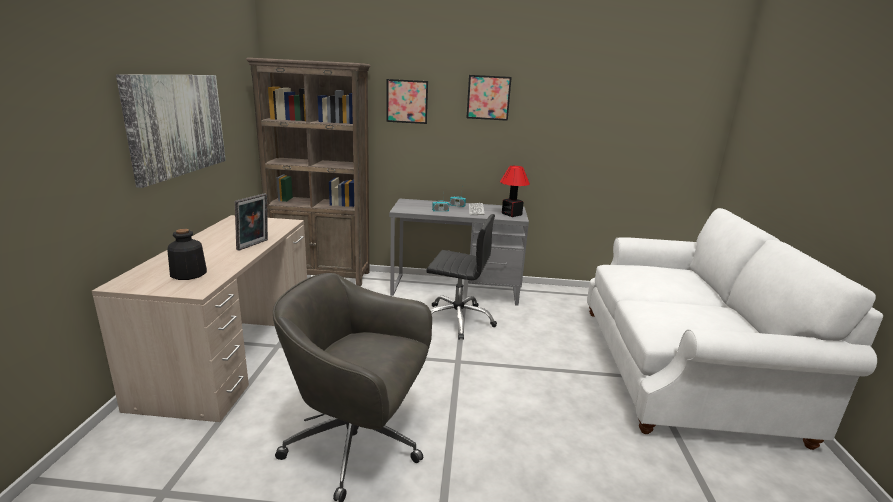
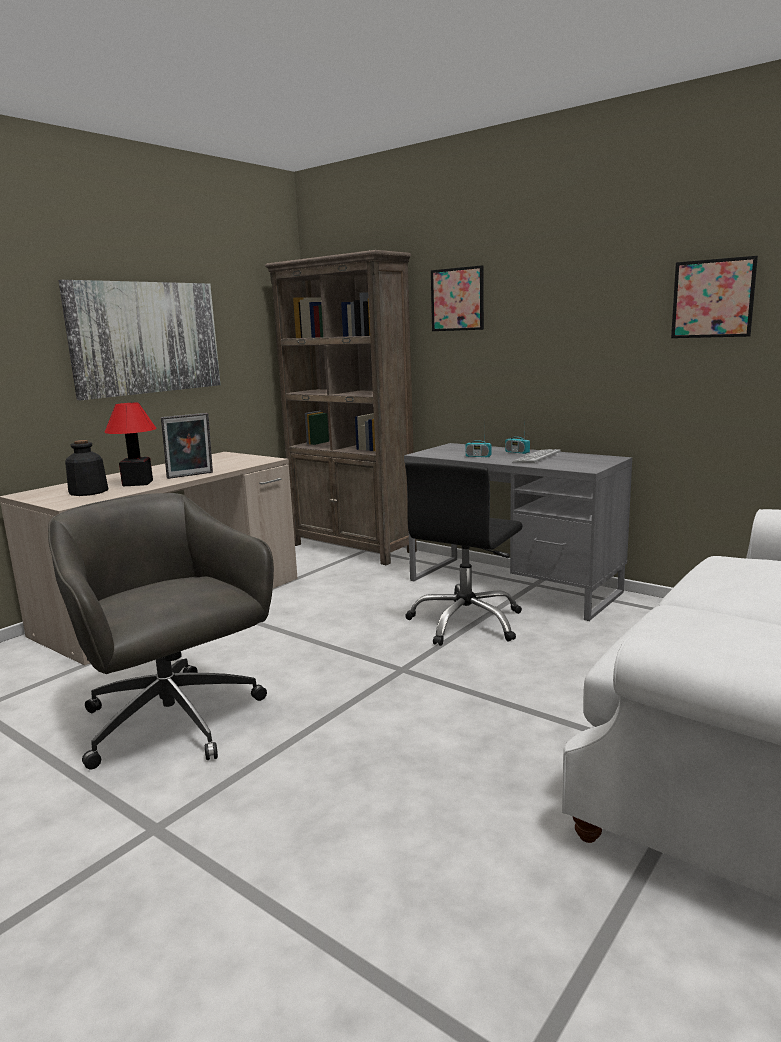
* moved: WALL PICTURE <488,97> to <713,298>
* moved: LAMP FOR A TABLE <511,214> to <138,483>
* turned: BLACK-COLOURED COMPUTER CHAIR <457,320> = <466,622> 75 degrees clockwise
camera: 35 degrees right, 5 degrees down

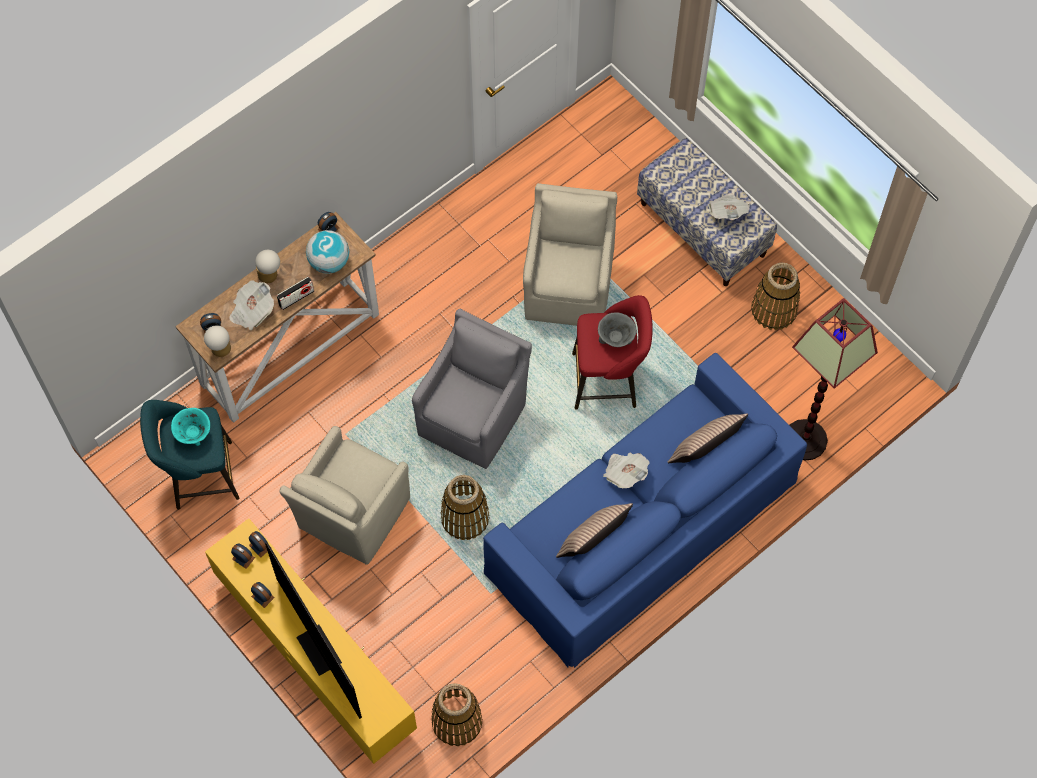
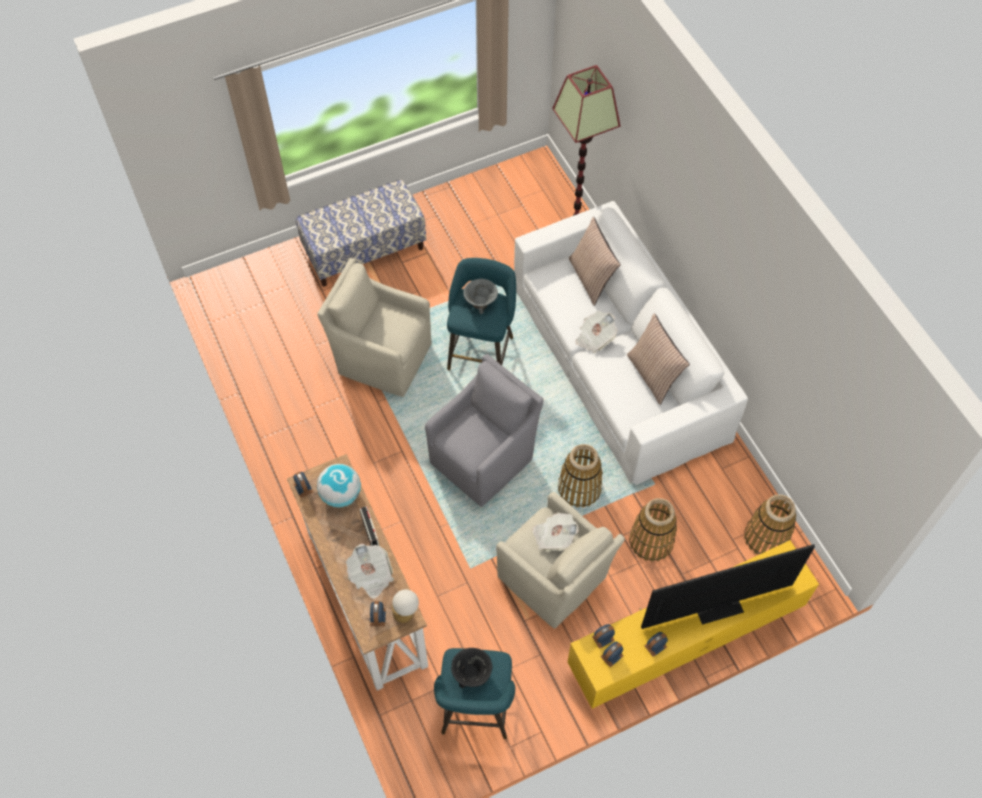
* removed: LAMP FOR A TABLE <270,276>
* moved: DAILY PAPER <727,212> to <553,536>
* moved: HOUSEHOLD BASKET <773,309> to <651,541>
* recoloured: TURQUOISE SERVING BOWL <193,434> to BLACK-COLOURED SERVING BOWL <471,674>
* recoloured: BLUISH SETTEE <641,525> to WHITE-COLOURED SETTEE <619,359>
* recoloured: REDDISH STOOL SEAT <609,380> to TURQUOISE STOOL SEAT <481,350>
* turned: GREYISH ARMCHAIR <474,416> = <484,458> 90 degrees clockwise
camera: 75 degrees left, 5 degrees down

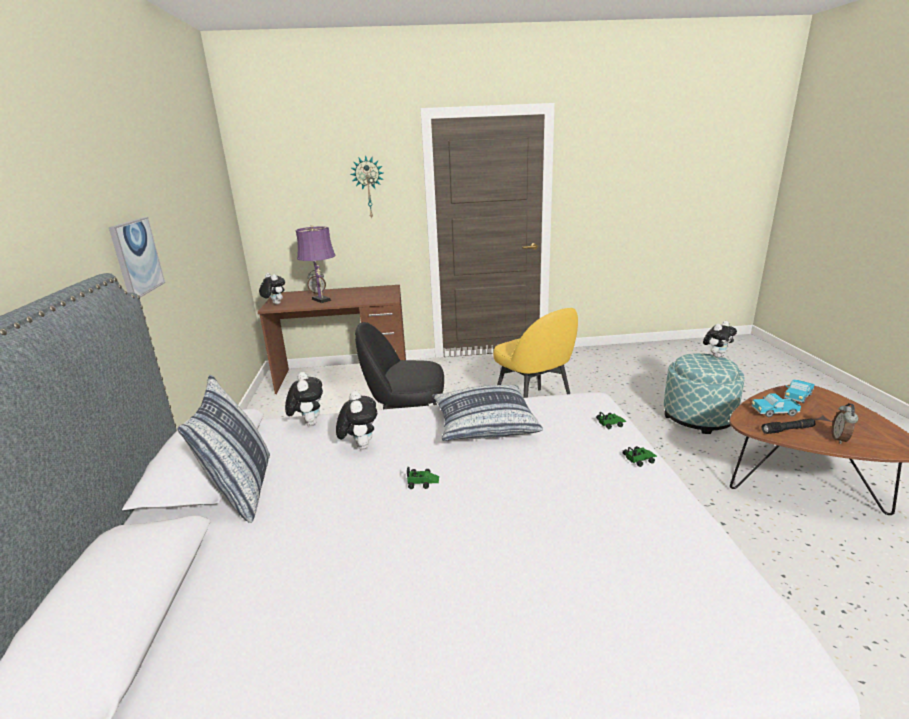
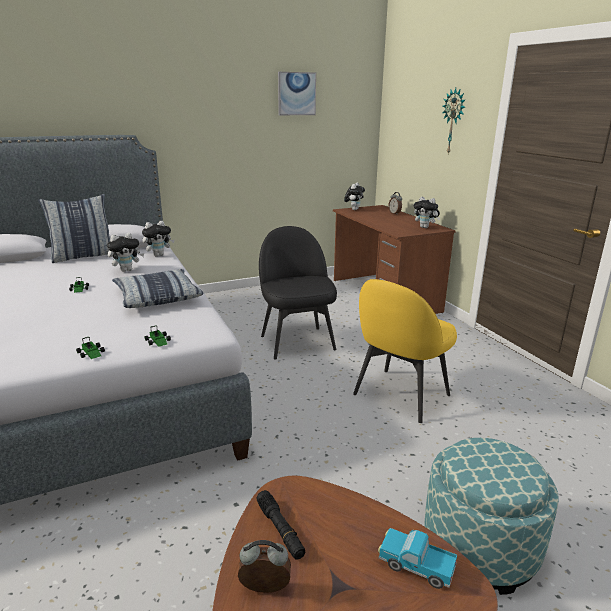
* removed: PURPLISH LAMP FOR A TABLE <322,300>
* removed: MODEL TRUCK <774,412>
* moved: WALL PICTURE <136,257> to <296,93>
* moved: PLUSH TOY <716,356> to <425,227>
camera: 70 degrees right, 0 degrees up

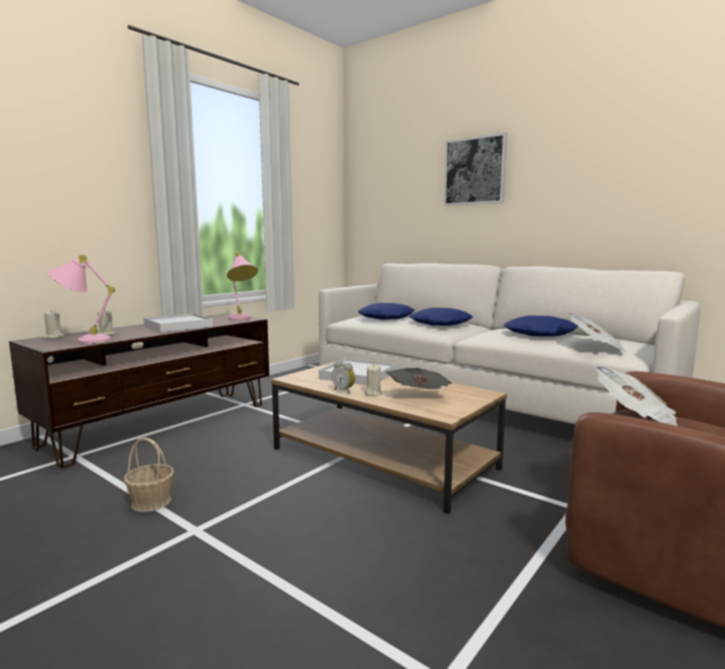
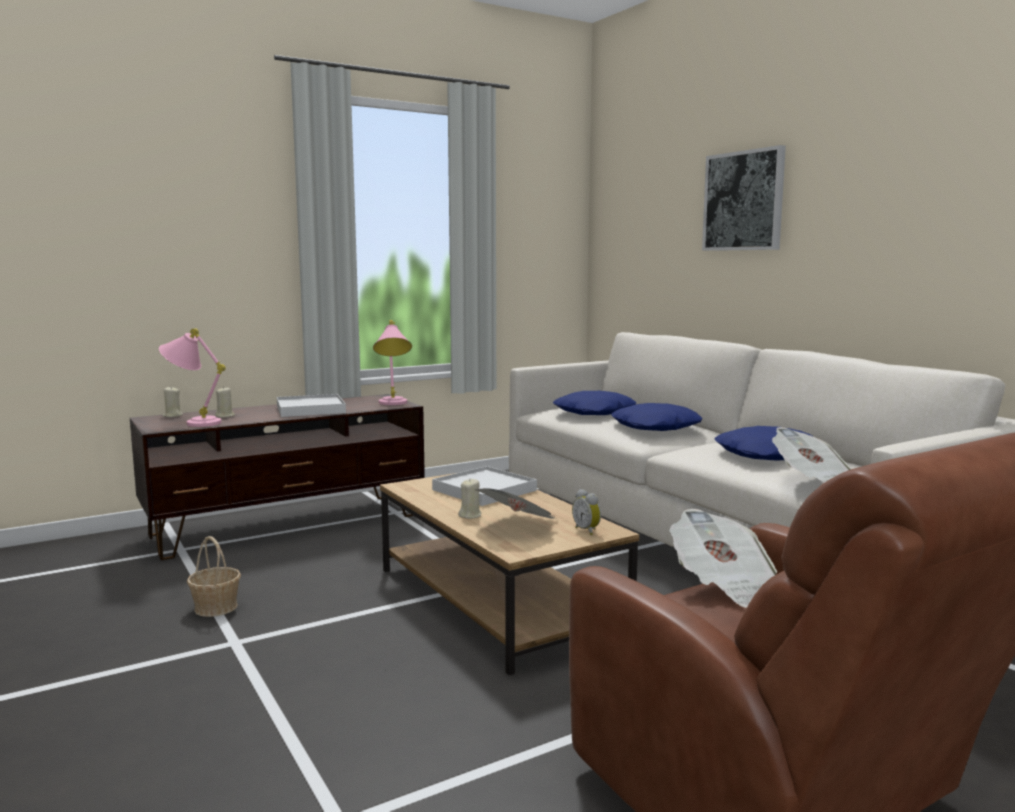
* moved: TABLE CLOCK <344,391> to <587,531>
camera: 20 degrees right, 0 degrees up

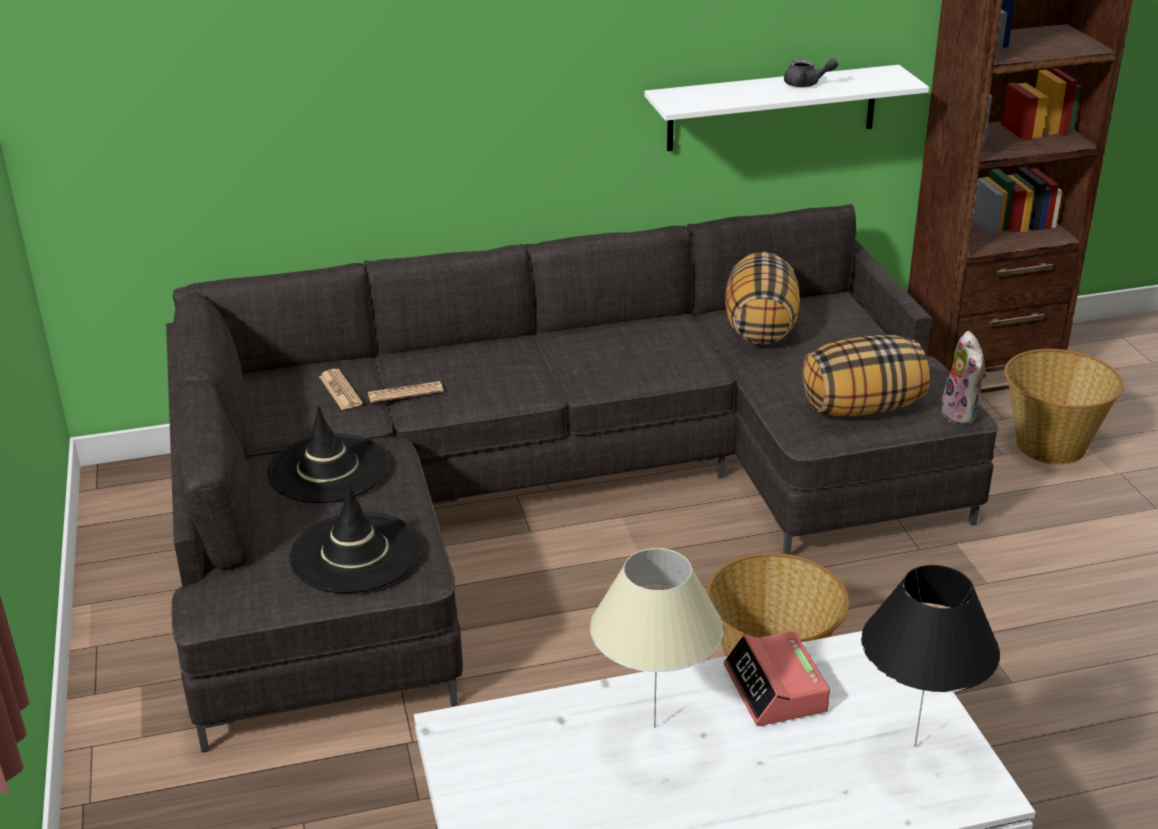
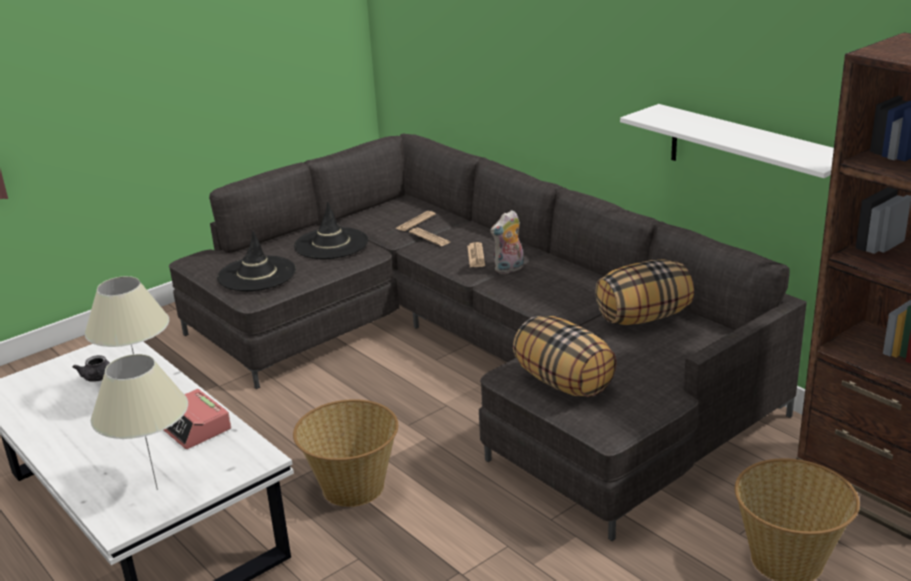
* added: DAILY PAPER <476,256>
* moved: GREYISH TEA POT <806,84> to <97,378>
* moved: PLUSH TOY <962,414> to <509,269>
* recoloured: BLACK-COLOURED LAMP FOR A TABLE <914,746> to SAND-COLOURED LAMP FOR A TABLE <157,489>
* turned: TABLE CLOCK <775,689> = <194,427> 90 degrees counterclockwise
camera: 65 degrees right, 5 degrees down

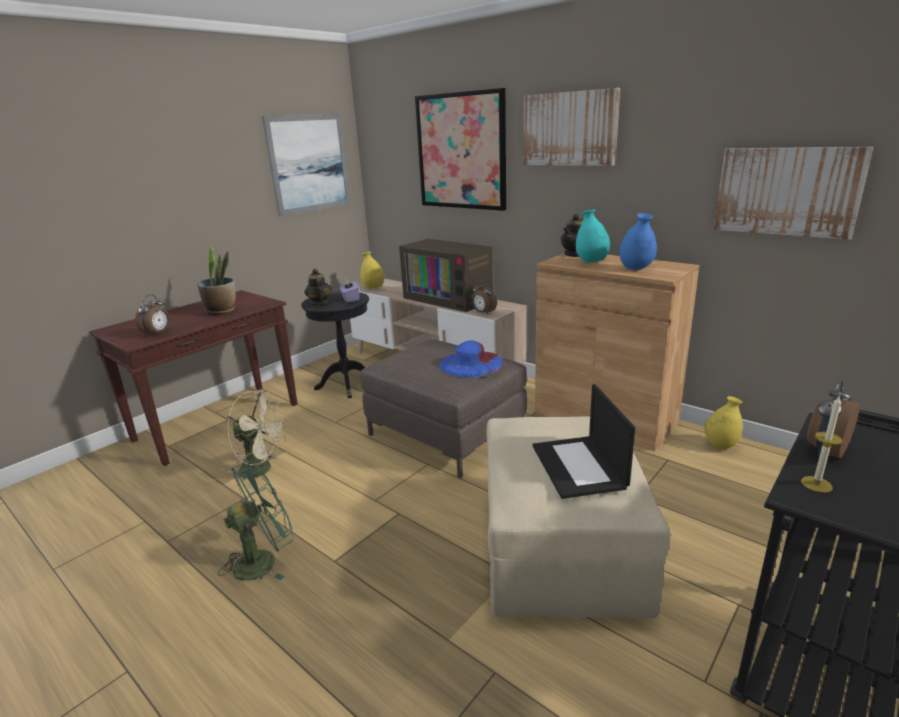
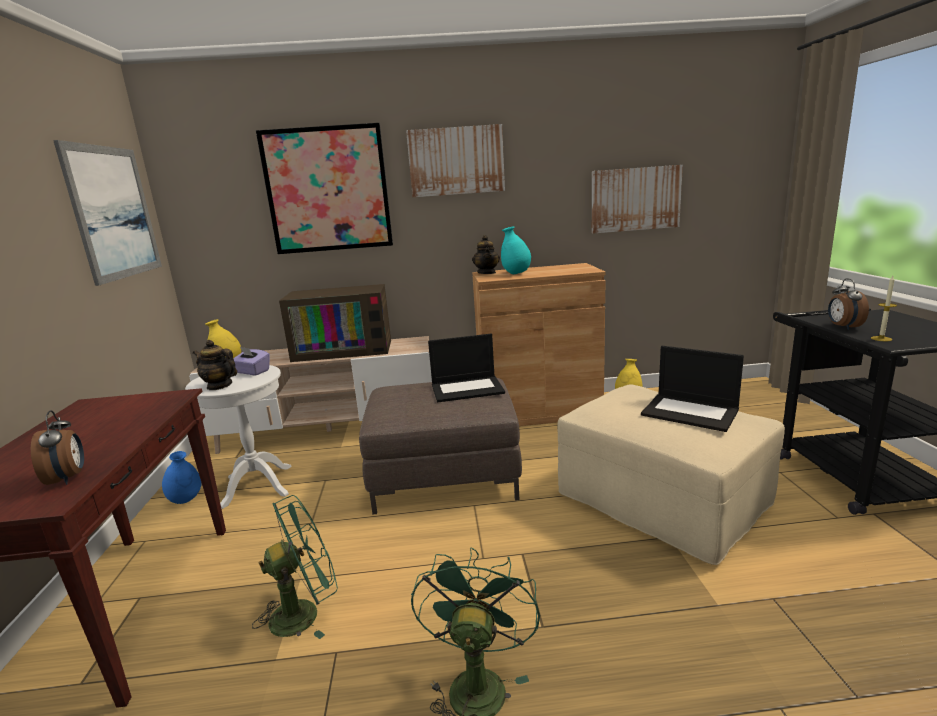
* removed: POTTED PLANT <222,311>
* removed: TABLE CLOCK <483,313>
* moved: BLUISH FLOWER VASE <636,268> to <186,500>
* replaced: BLUISH HAT <471,364> to PORTABLE COMPUTER <468,388>
* recoloured: SAND-COLOURED FAN <262,470> to GREENISH FAN <304,612>
* recoloured: BLACK-COLOURED ACCENT TABLE <346,384> to WHITE-COLOURED ACCENT TABLE <257,486>
camera: 45 degrees left, 5 degrees down

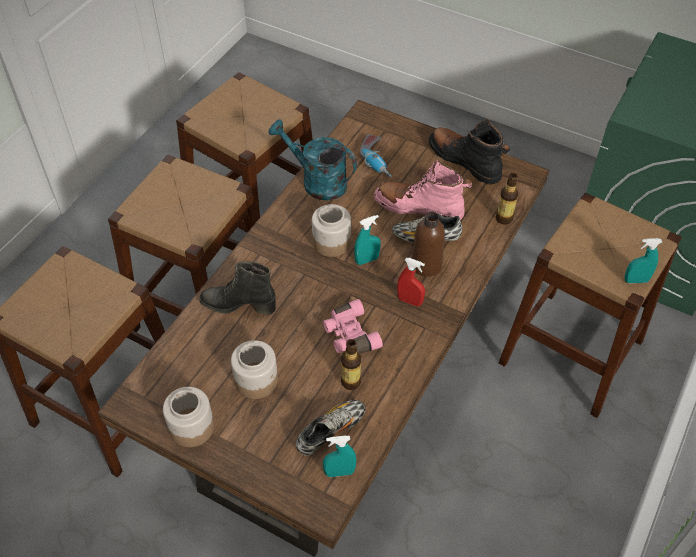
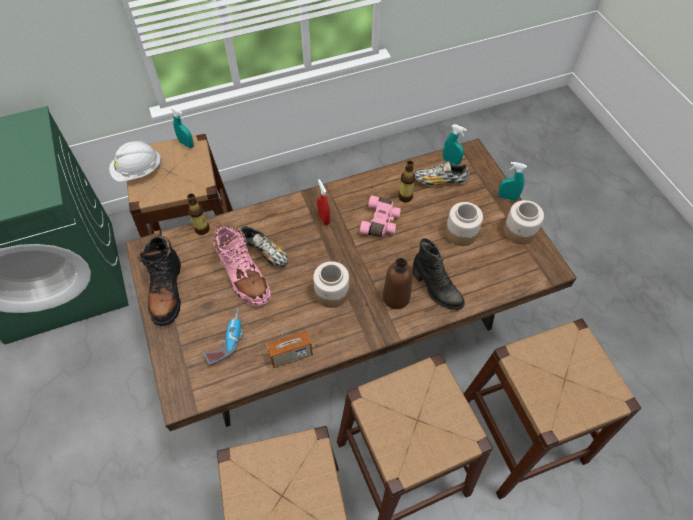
* added: WHITE-COLOURED SAFETY HELMET <138,171>
* moved: TURQUOISE SPRAY BOTTLE <367,260> to <507,197>
* moved: BROWN-COLOURED BOTTLE <426,265> to <396,297>
* replaced: TURQUOISE WATERING CAN <317,181> to RADIO SET <291,355>
camera: 140 degrees left, 5 degrees up

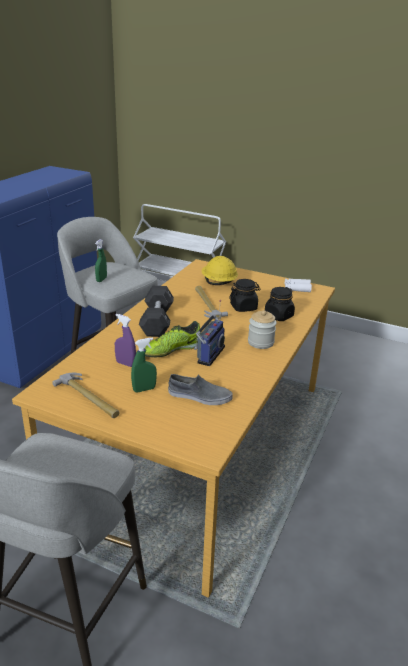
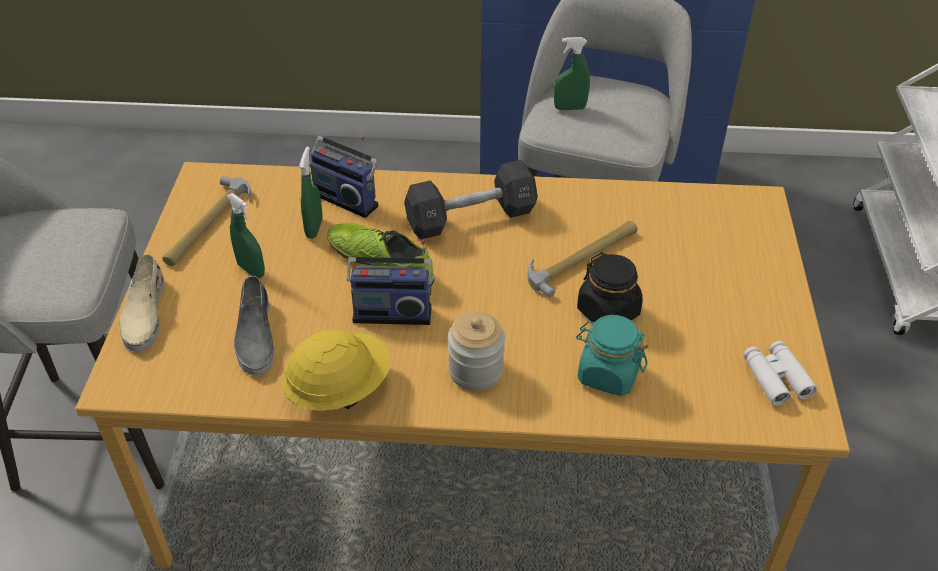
* added: SAND-COLOURED ITEM OF FOOTWEAR <144,313>
* added: RADIO SET <347,198>
* moved: YELLOW SAFETY HELMET <218,283> to <339,389>
* recoloured: PURPLISH SPRAY BOTTLE <125,364> to GREENISH SPRAY BOTTLE <314,228>
* recoloured: BLACK-COLOURED JAR <278,316> to TURQUOISE JAR <608,374>
camera: 70 degrees right, 15 degrees up

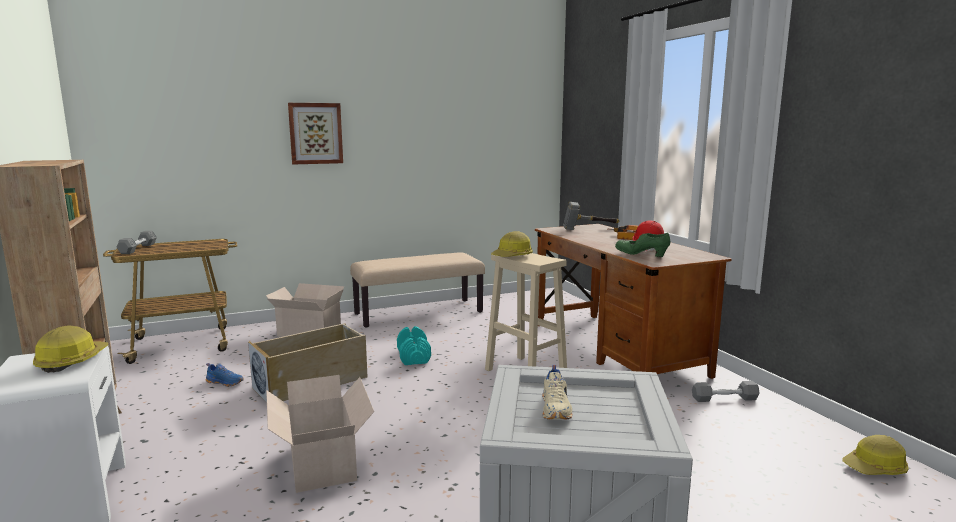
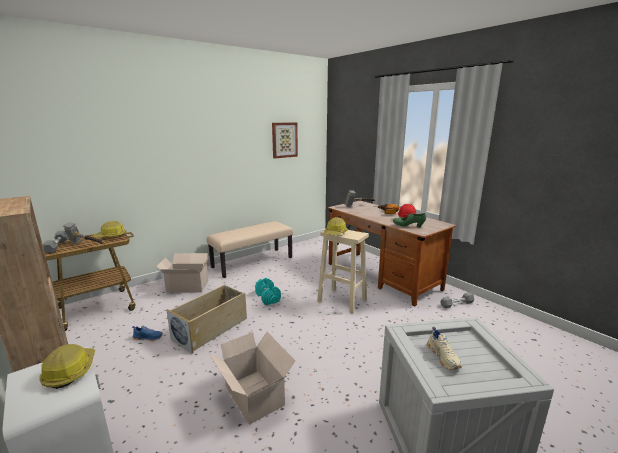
* added: HAMMER <87,245>
* moved: WALL PICTURE <315,133> to <284,140>
* moved: SAFETY HELMET <875,468> to <111,236>
camera: 15 degrees left, 5 degrees up

